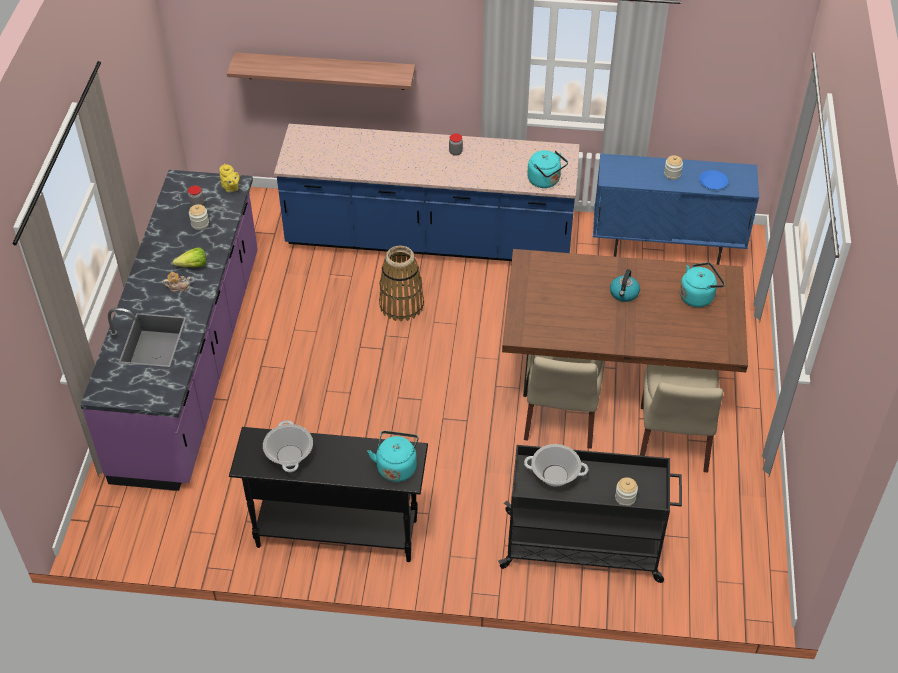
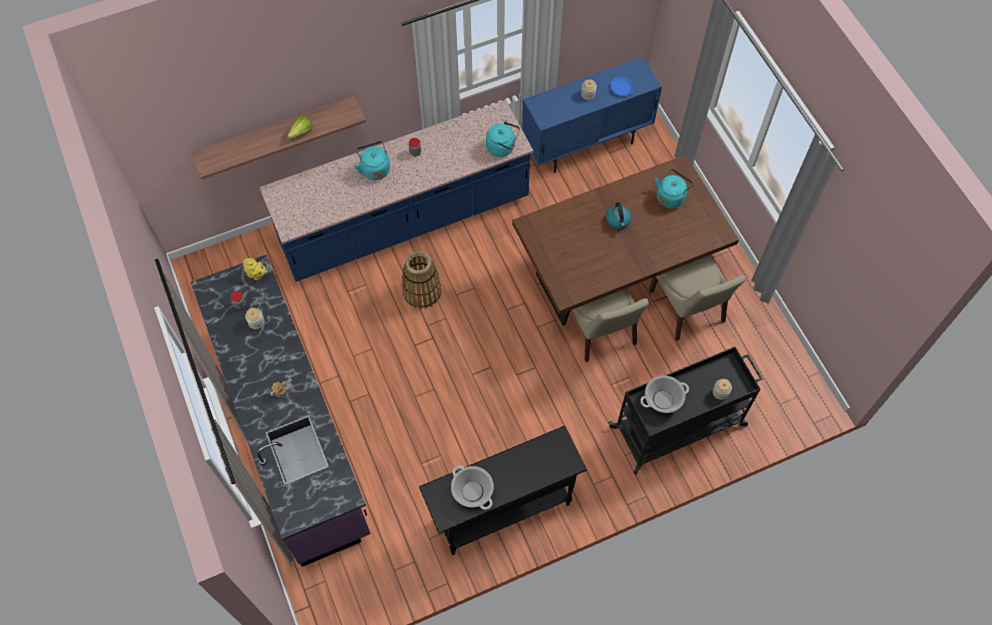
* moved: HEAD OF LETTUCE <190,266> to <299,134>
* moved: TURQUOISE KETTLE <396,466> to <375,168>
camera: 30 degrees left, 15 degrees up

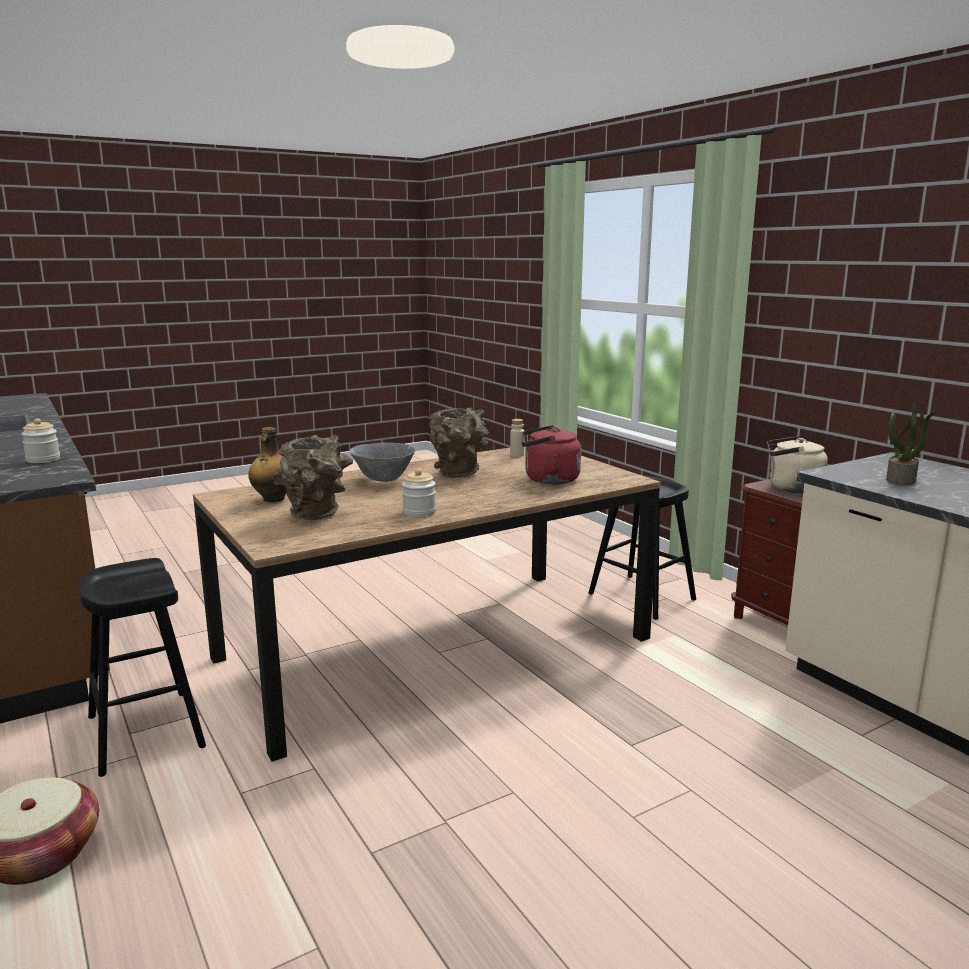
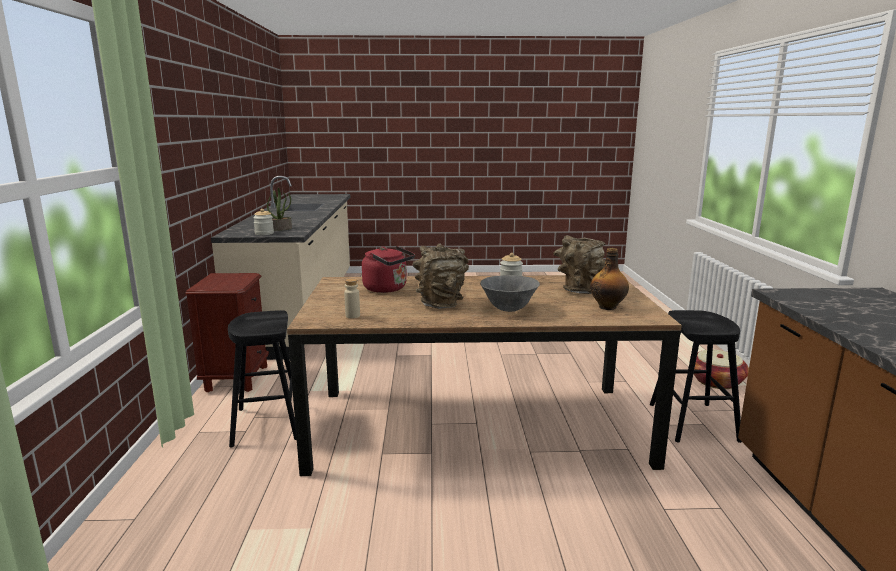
* removed: SAND-COLOURED KETTLE <791,488>
* moved: JAR <43,459> to <264,233>
camera: 150 degrees left, 0 degrees up

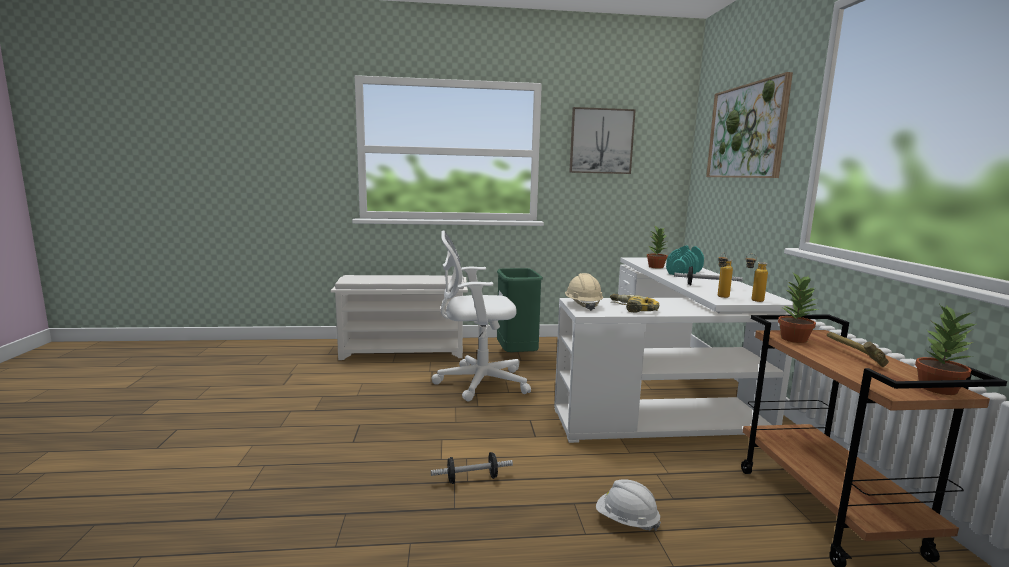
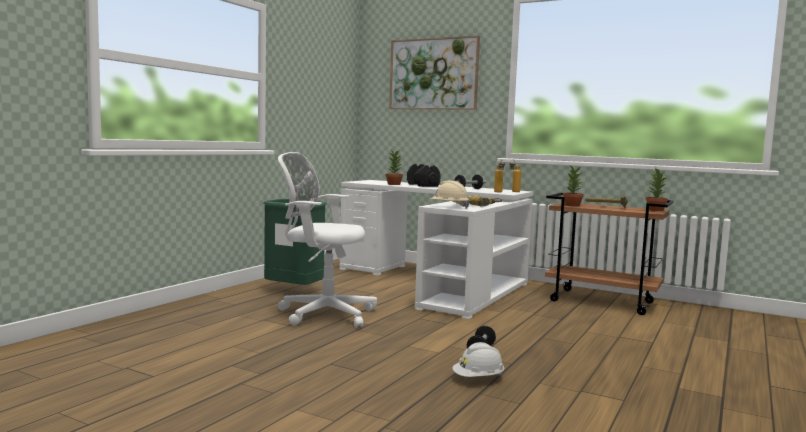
* removed: WHITE-COLOURED SHOE RACK <404,351>
* removed: WALL PICTURE <601,141>
* moved: WHITE-COLOURED SAFETY HELMET <626,521> to <478,379>
* recoloured: TURQUOISE FREE WEIGHT <684,272> to BLACK-COLOURED FREE WEIGHT <422,185>
* turned: WHITE-COLOURED COMPUTER CHAIR <477,382> = <323,313> 75 degrees clockwise
camera: 55 degrees left, 5 degrees down

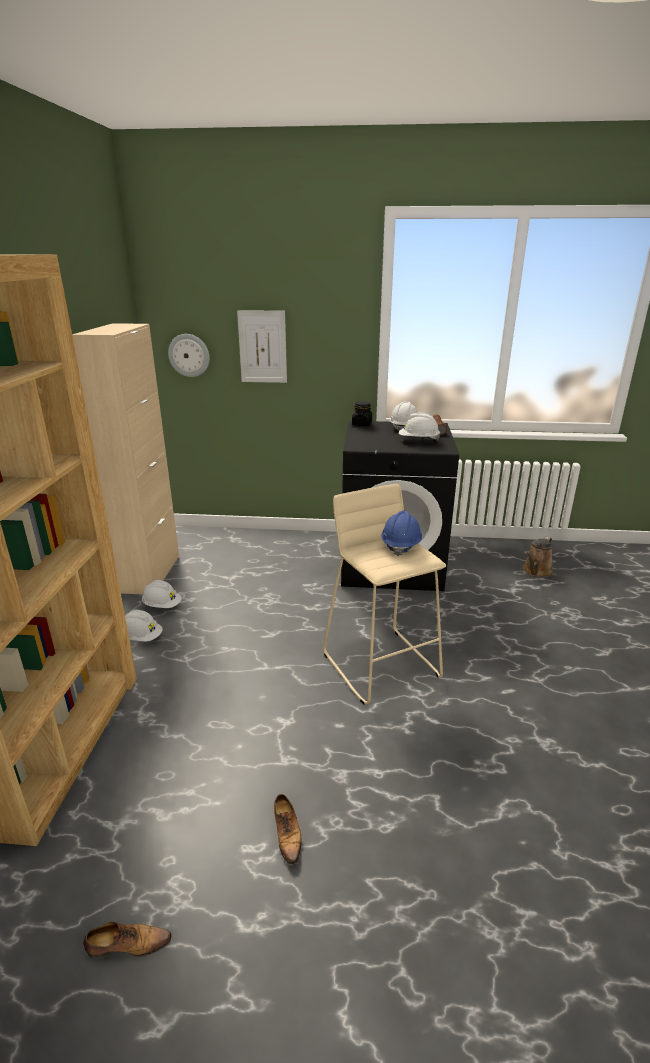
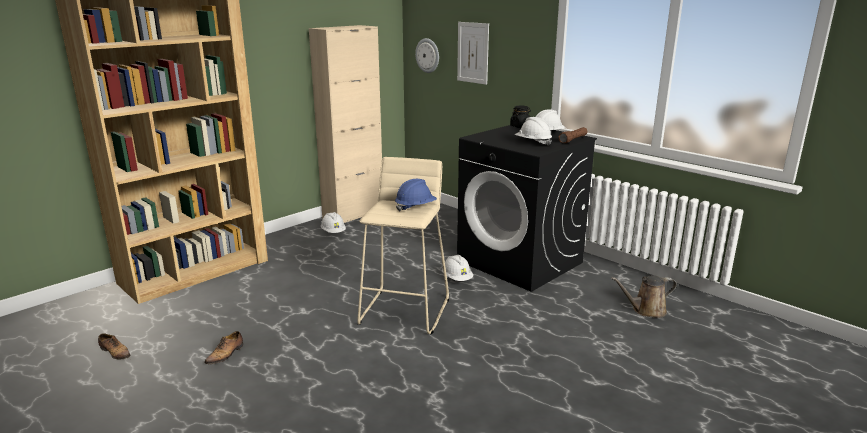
* moved: WHITE-COLOURED SAFETY HELMET <141,637> to <457,278>
camera: 40 degrees right, 5 degrees down

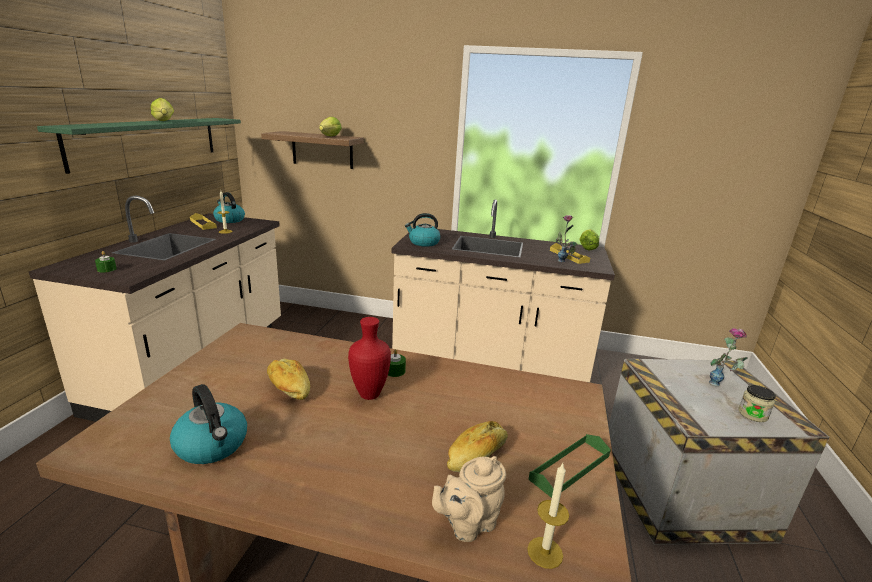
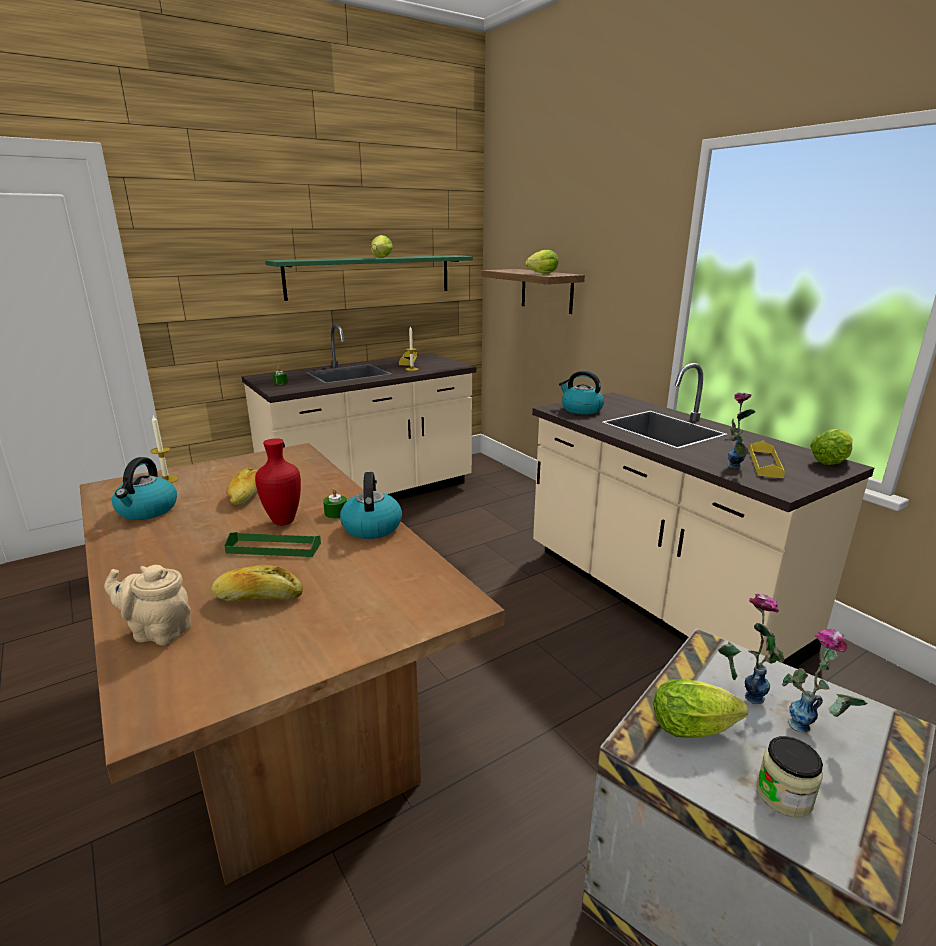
* added: HEAD OF LETTUCE <697,728>
* added: FLOWER VASE <740,693>
* moved: KETTLE <229,220> to <371,527>
* moved: WAX CANDLE <545,552> to <166,480>
* moved: GREENISH TRAY <570,467> to <274,548>
camera: 45 degrees right, 0 degrees up

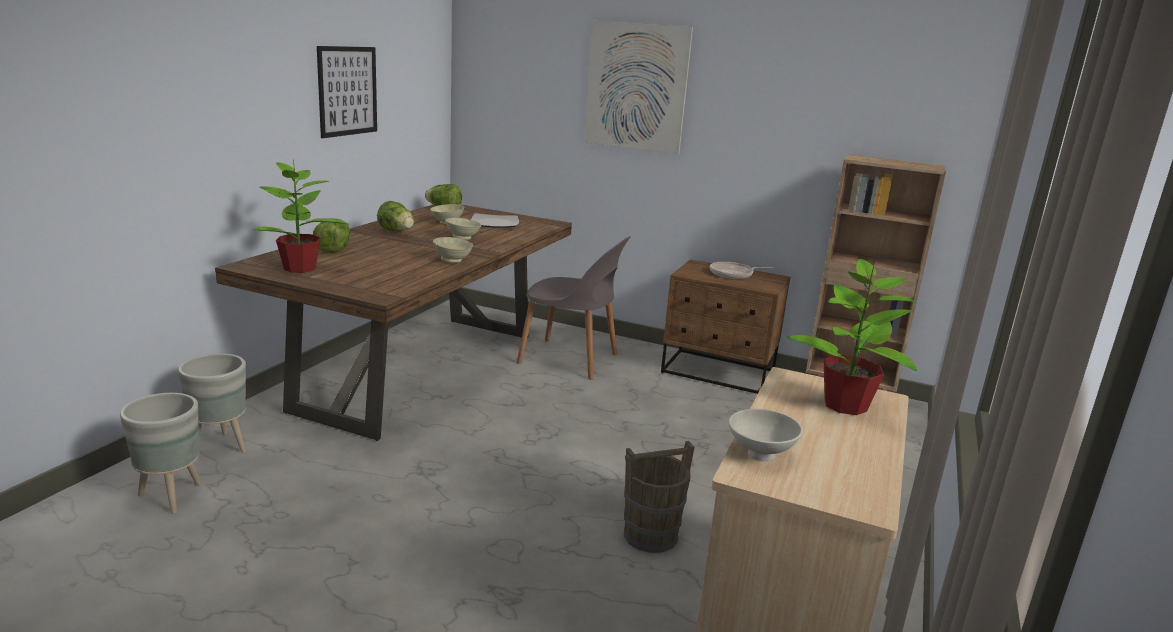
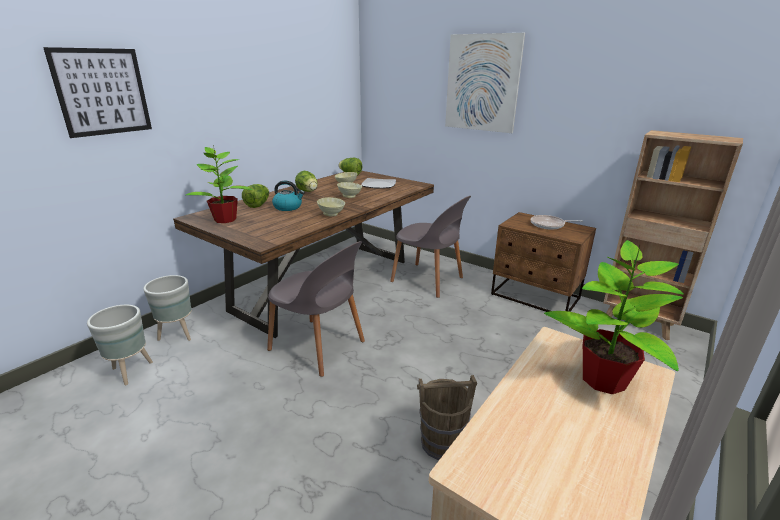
* removed: WHITE-COLOURED SERVING BOWL <760,455>
* added: GREYISH PLAIN CHAIR <318,347>
* added: KETTLE <288,207>
* moved: WALL PICTURE <347,91> to <102,92>
camera: 15 degrees right, 5 degrees up

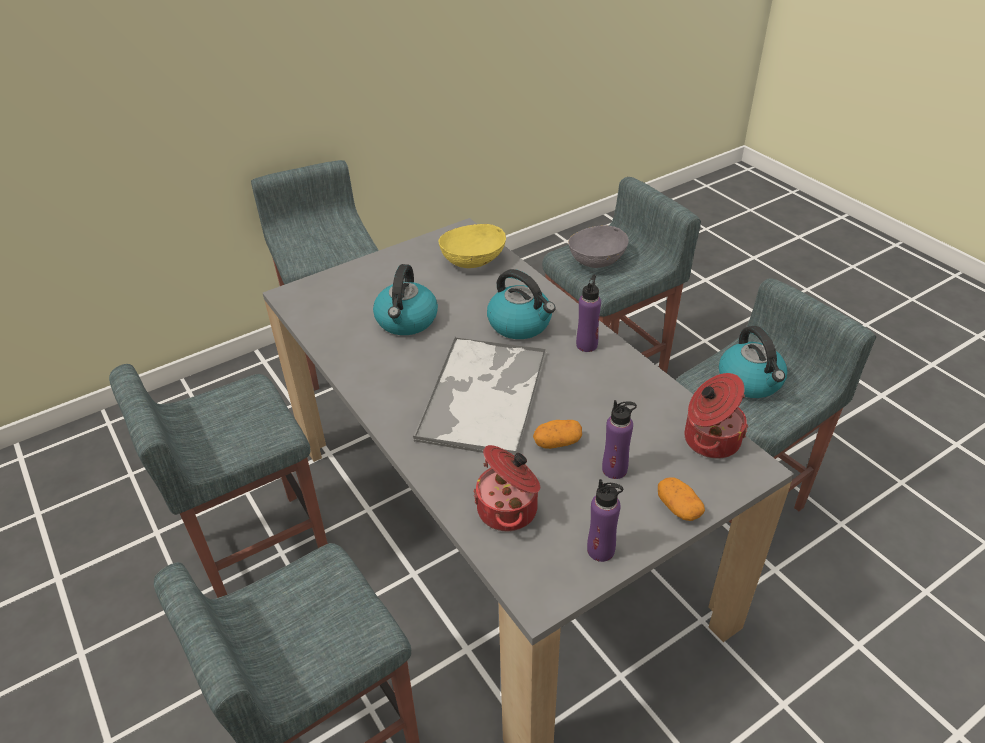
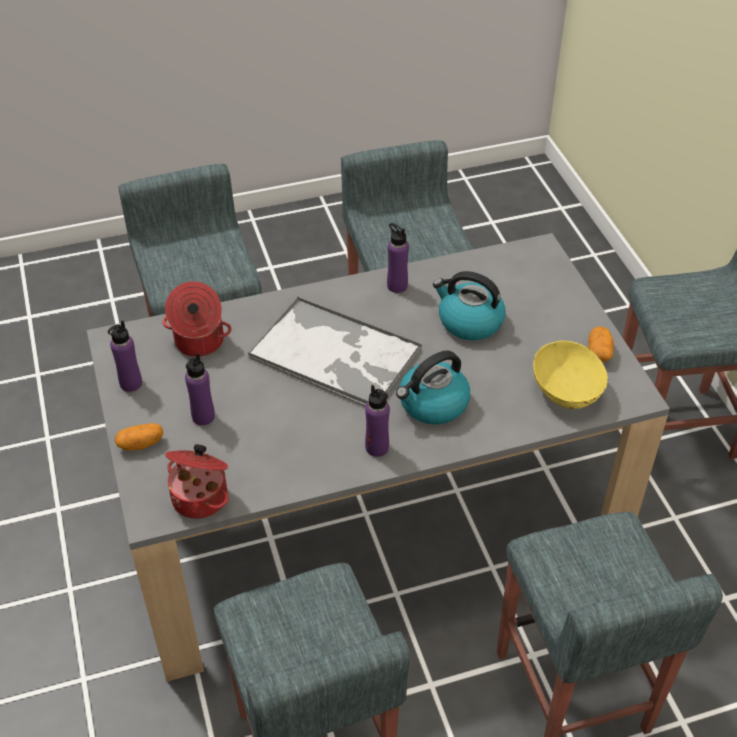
* removed: GREYISH SERVING BOWL <597,260>
* removed: KETTLE <751,381>
* added: PURPLISH BOTTLE <397,286>
* moved: POTATO <557,442> to <599,352>
camera: 105 degrees right, 5 degrees up

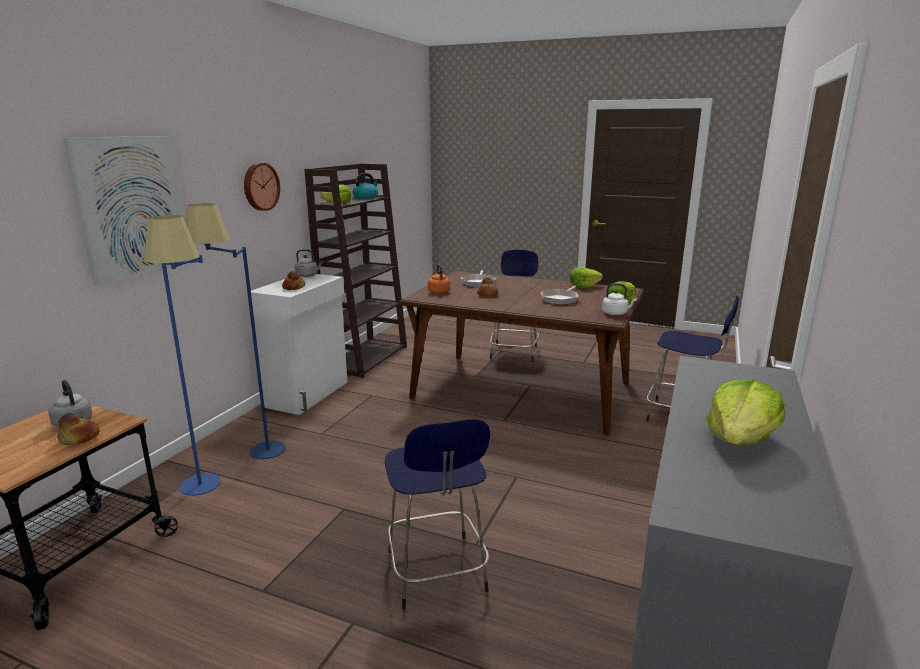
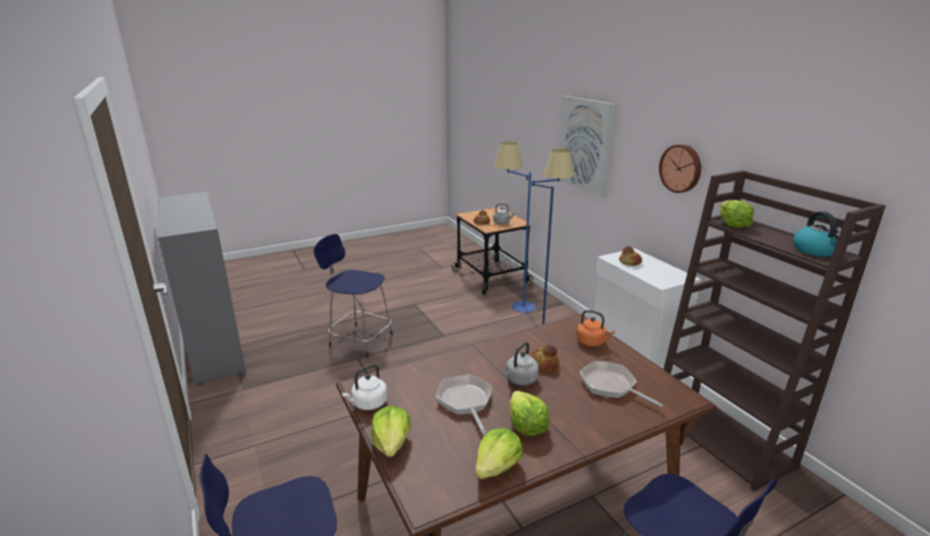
* moved: GREYISH KETTLE <308,276> to <520,380>
* moved: HEAD OF LETTUCE <740,440> to <526,425>
camera: 130 degrees right, 5 degrees up

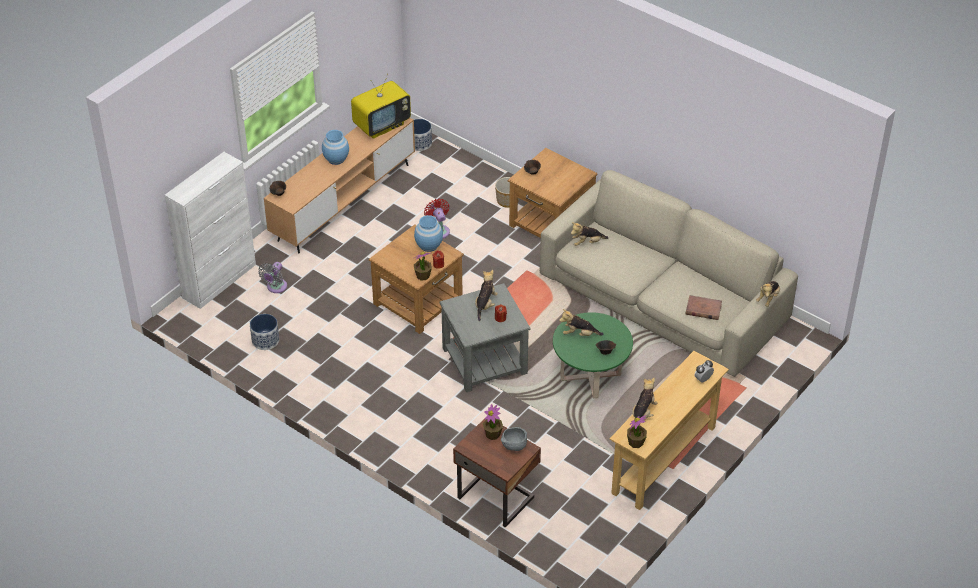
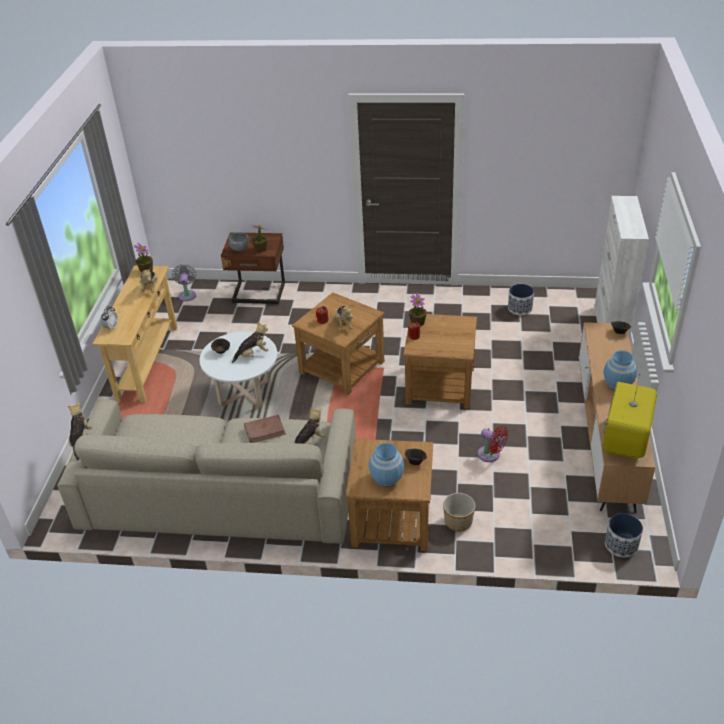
* moved: GREYISH FAN <275,287> to <187,294>
* moved: BLUISH FLOWER VASE <429,245> to <386,478>
* moved: BROWN-COLOURED VOLUME <703,309> to <265,430>
* recoloured: GREYISH ACCENT TABLE <484,360> to BROWN-COLOURED ACCENT TABLE <342,367>
* recoloured: GREENISH LOW TABLE <590,377> to WHITE-COLOURED LOW TABLE <244,393>
camera: 150 degrees right, 5 degrees down

